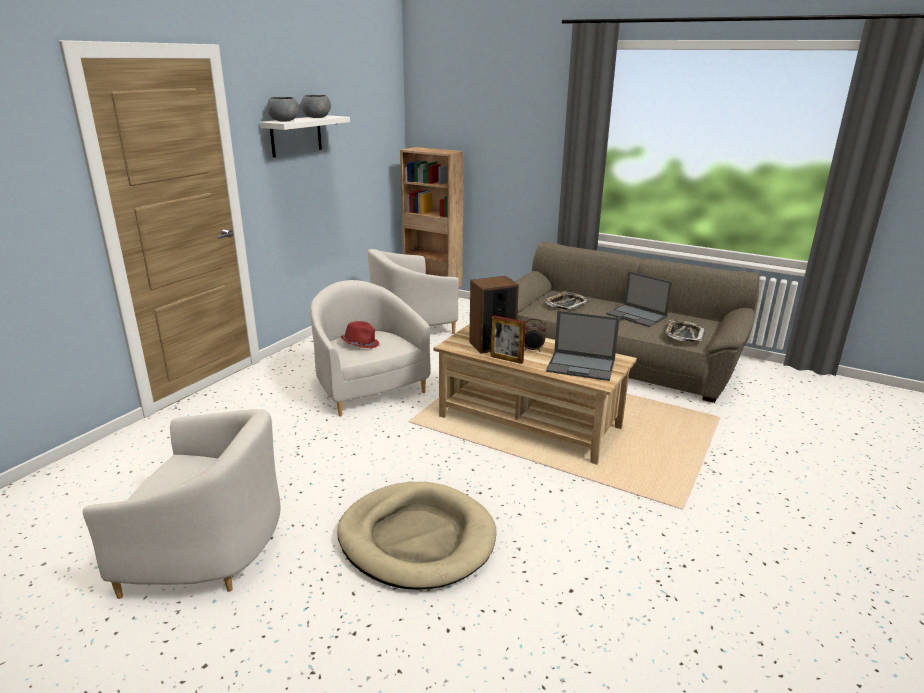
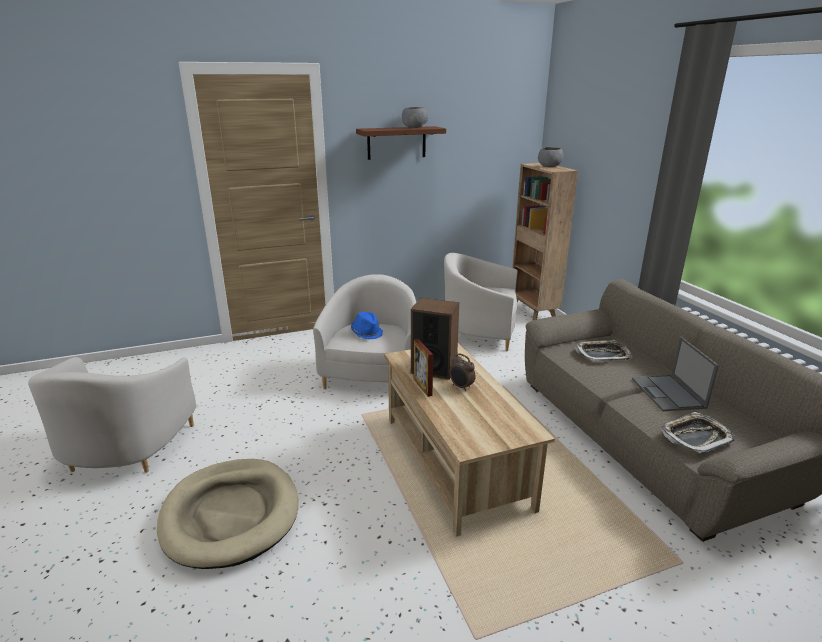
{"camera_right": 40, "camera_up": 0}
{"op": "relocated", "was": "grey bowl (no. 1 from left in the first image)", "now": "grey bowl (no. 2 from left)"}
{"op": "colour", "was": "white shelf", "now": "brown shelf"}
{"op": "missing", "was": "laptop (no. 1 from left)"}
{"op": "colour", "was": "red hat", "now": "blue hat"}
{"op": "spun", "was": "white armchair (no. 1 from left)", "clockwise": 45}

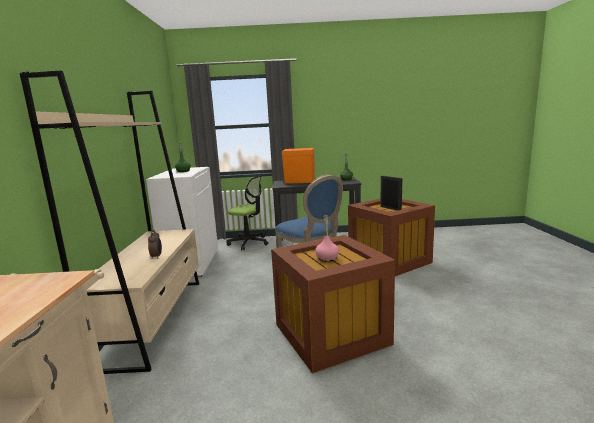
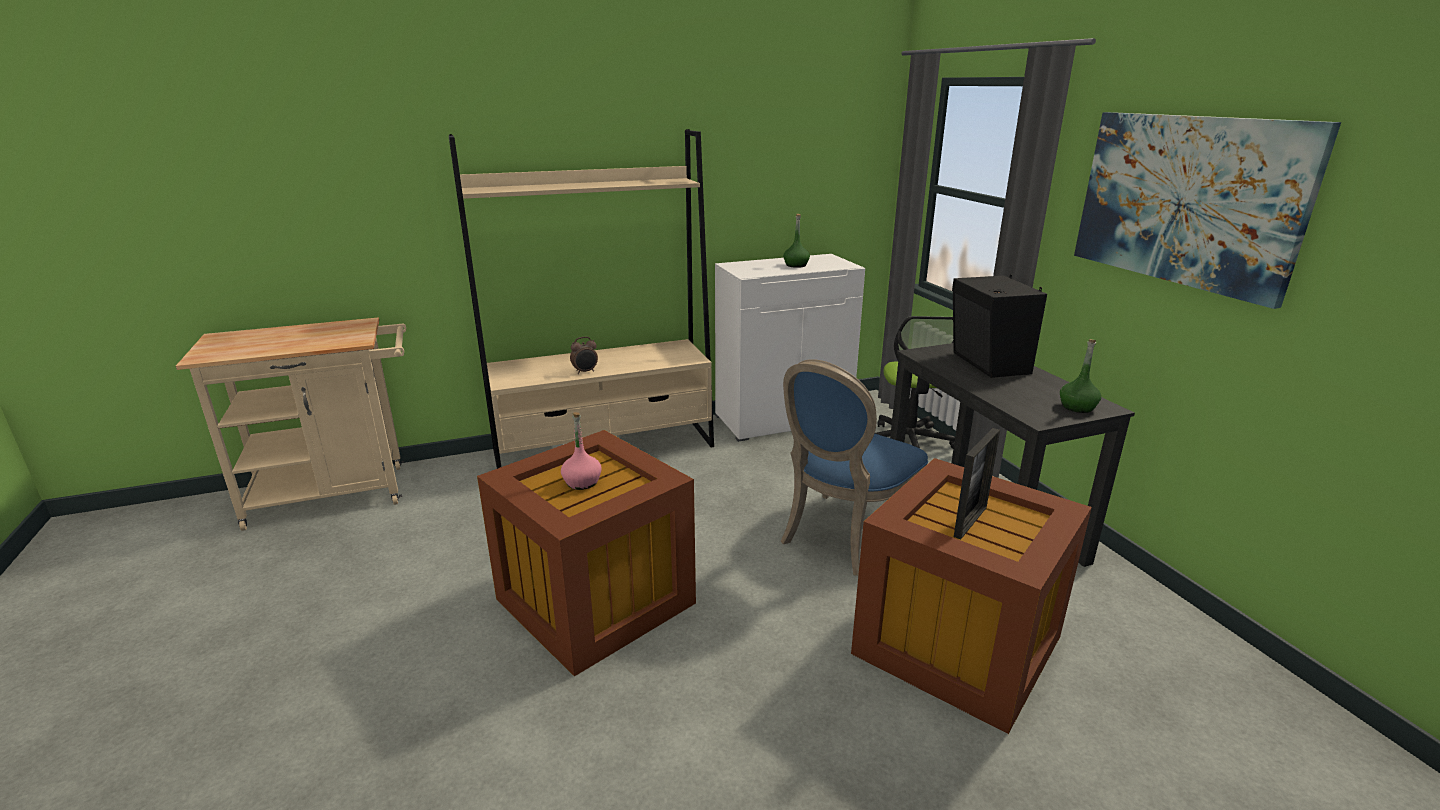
{"camera_right": 70, "camera_up": 10}
{"op": "colour", "was": "orange speaker", "now": "black speaker"}
{"op": "appeared", "now": "picture"}

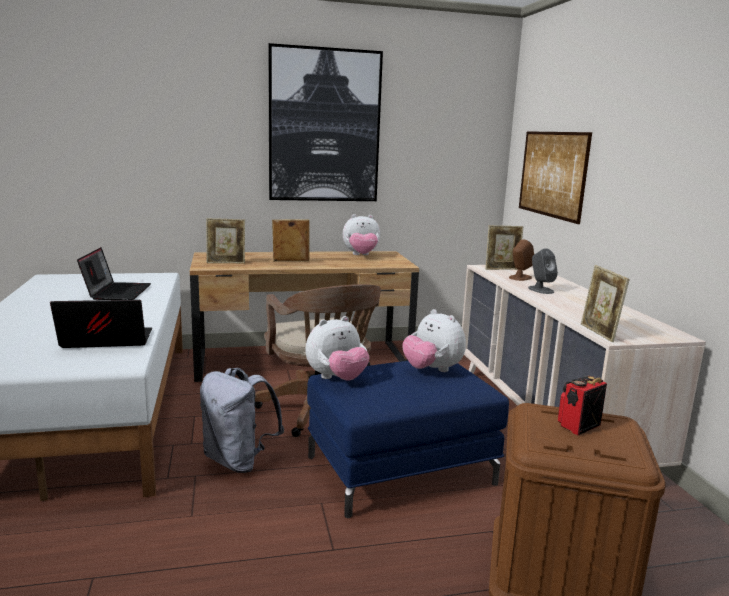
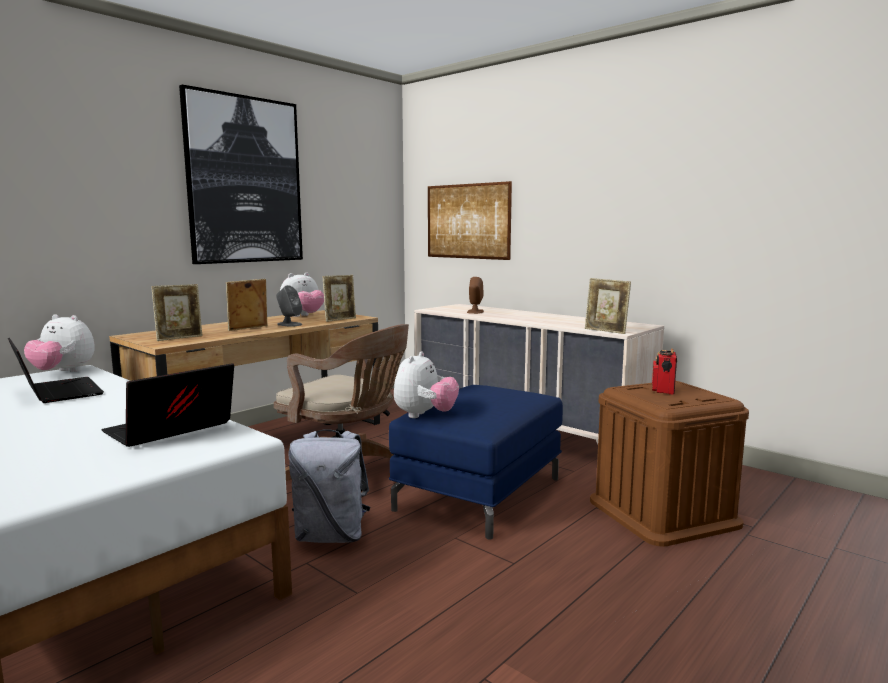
{"camera_right": -35, "camera_up": -5}
{"op": "relocated", "was": "picture frame (no. 3 from left)"}
{"op": "relocated", "was": "grey speaker"}
{"op": "relocated", "was": "plush toy (no. 3 from left in the first image)", "now": "plush toy (no. 1 from left)"}

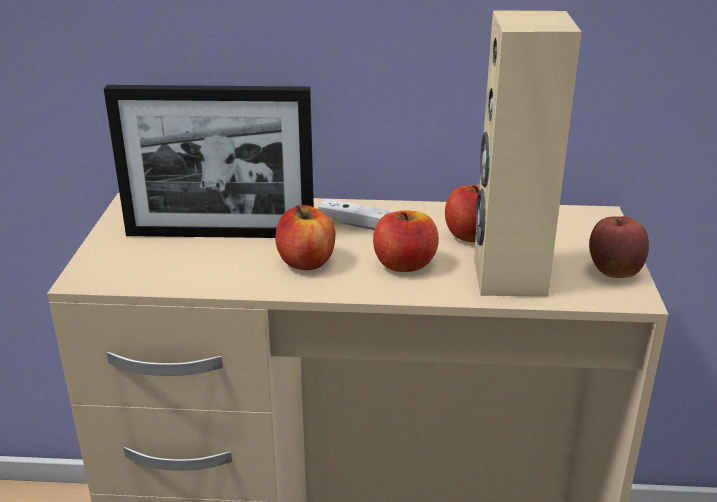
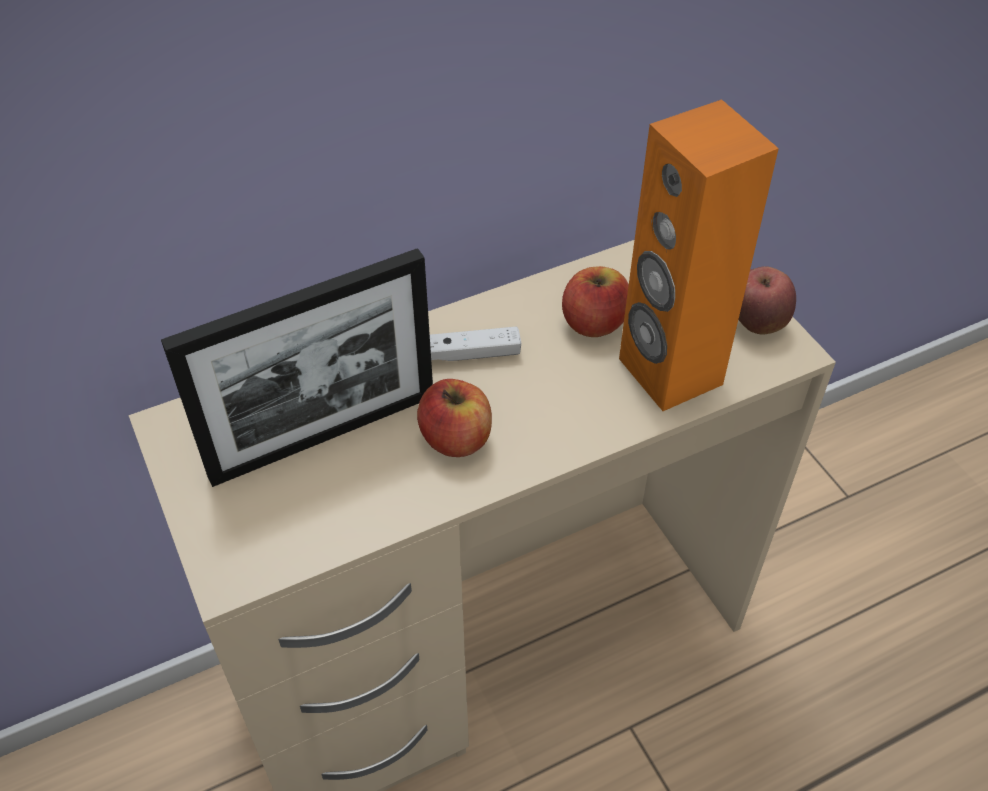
{"camera_right": -30, "camera_up": 20}
{"op": "colour", "was": "beige speaker", "now": "orange speaker"}
{"op": "missing", "was": "apple (no. 2 from left)"}

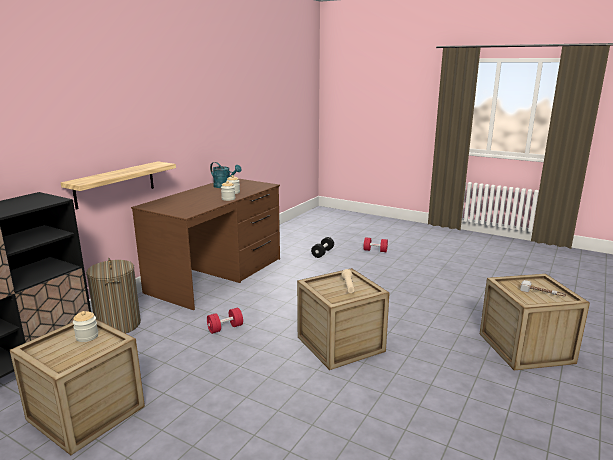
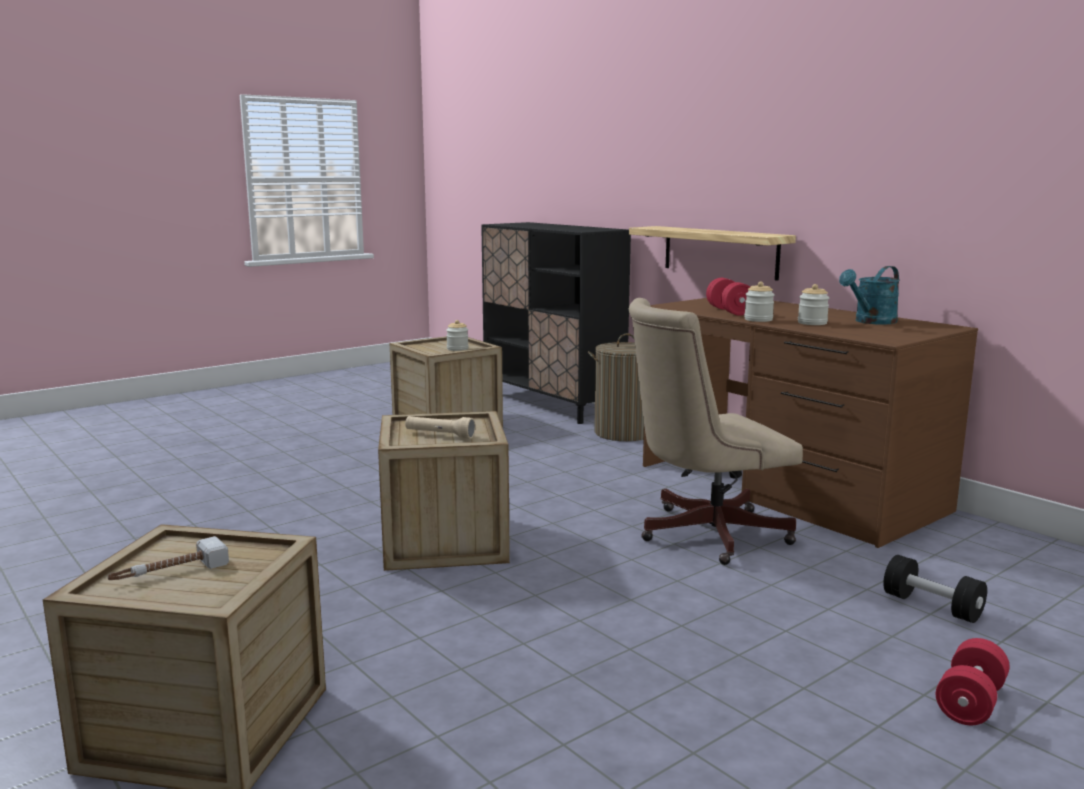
{"camera_right": 110, "camera_up": -5}
{"op": "relocated", "was": "red dumbbell (no. 1 from left)"}
{"op": "appeared", "now": "beige office chair"}

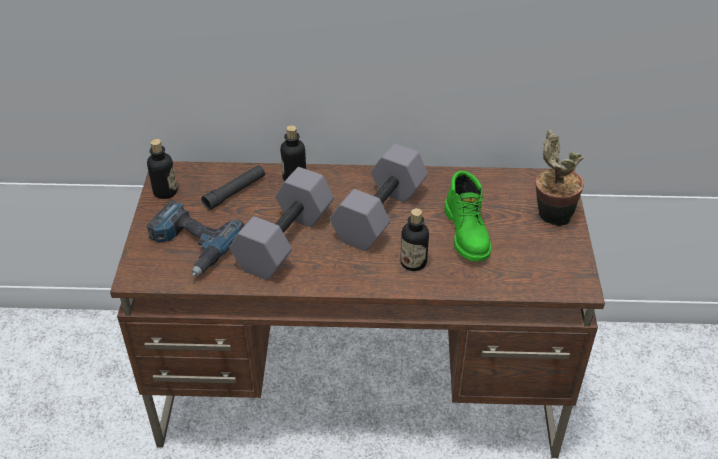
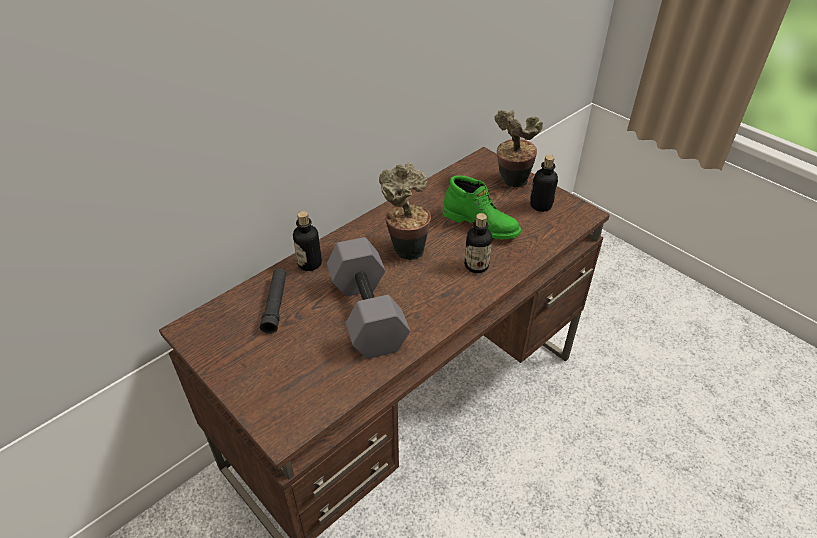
{"camera_right": -45, "camera_up": 0}
{"op": "relocated", "was": "bottle (no. 1 from left in the first image)", "now": "bottle (no. 3 from left)"}
{"op": "exchanged", "was": "grey dumbbell (no. 2 from left)", "now": "potted plant (no. 1 from left)"}
{"op": "missing", "was": "power drill"}

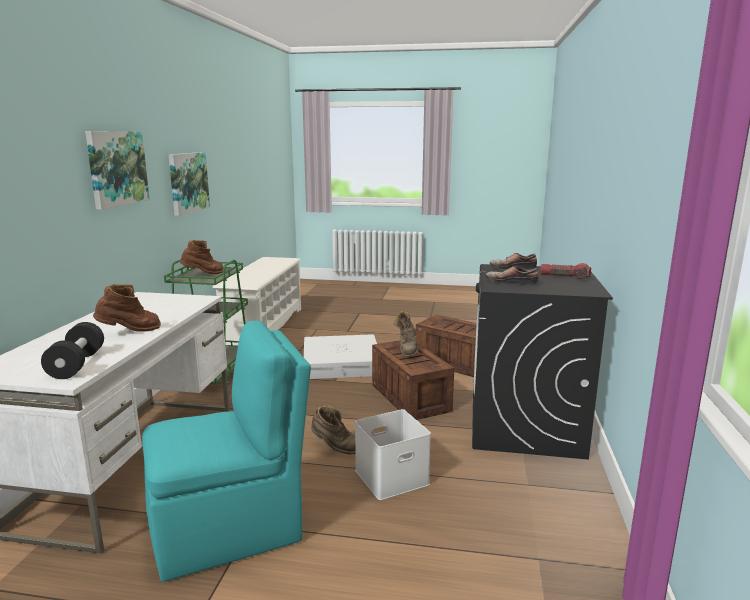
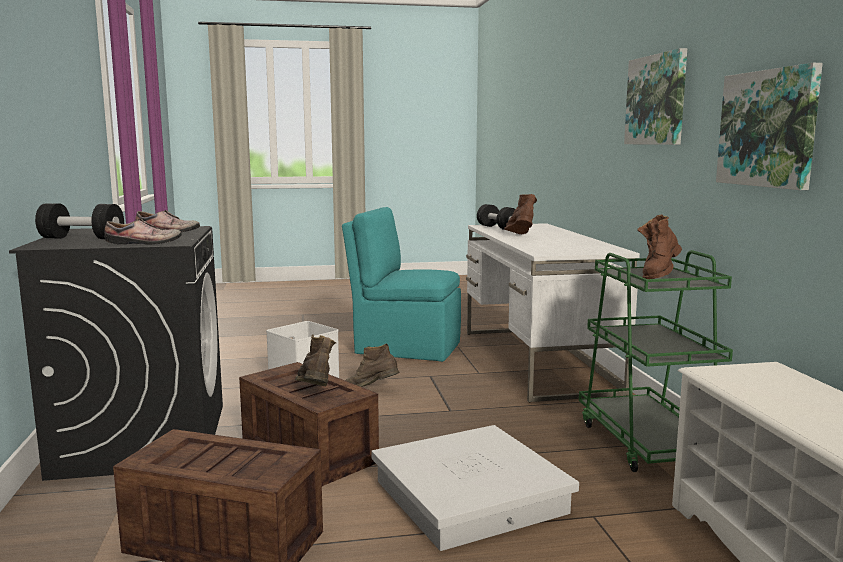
{"camera_right": 160, "camera_up": -5}
{"op": "exchanged", "was": "flashlight", "now": "black dumbbell (no. 1 from left)"}
{"op": "spun", "was": "brown boot (no. 1 from left in the first image)", "clockwise": 135}
{"op": "spun", "was": "turquoise chair", "clockwise": 60}

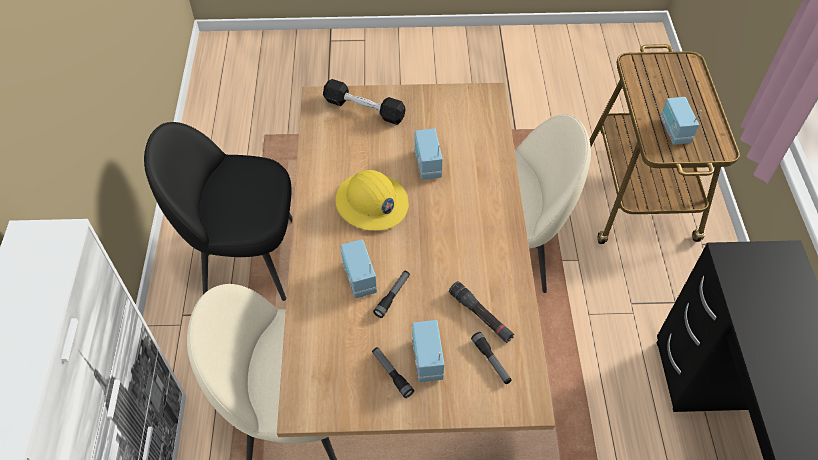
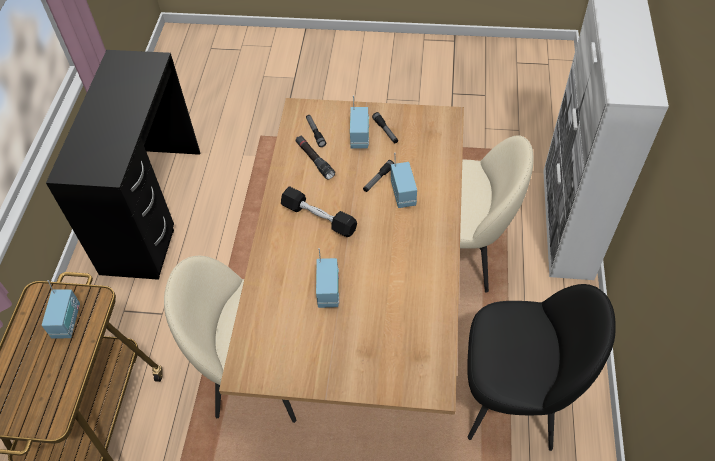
{"camera_right": -170, "camera_up": 0}
{"op": "relocated", "was": "black dumbbell"}
{"op": "missing", "was": "yellow hard hat"}

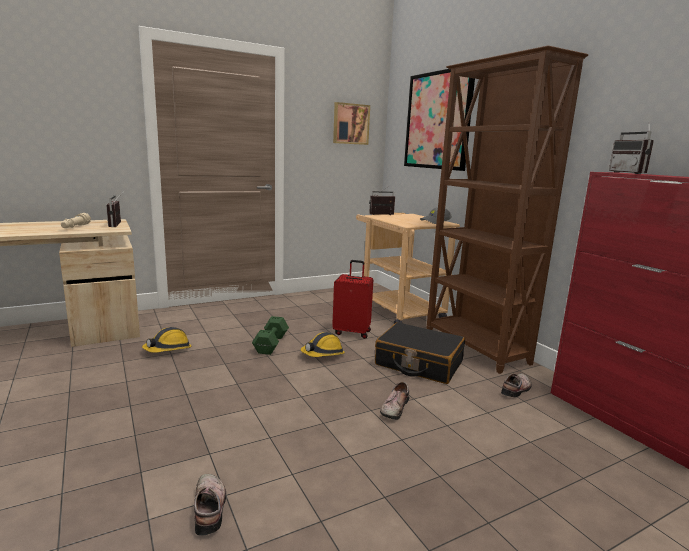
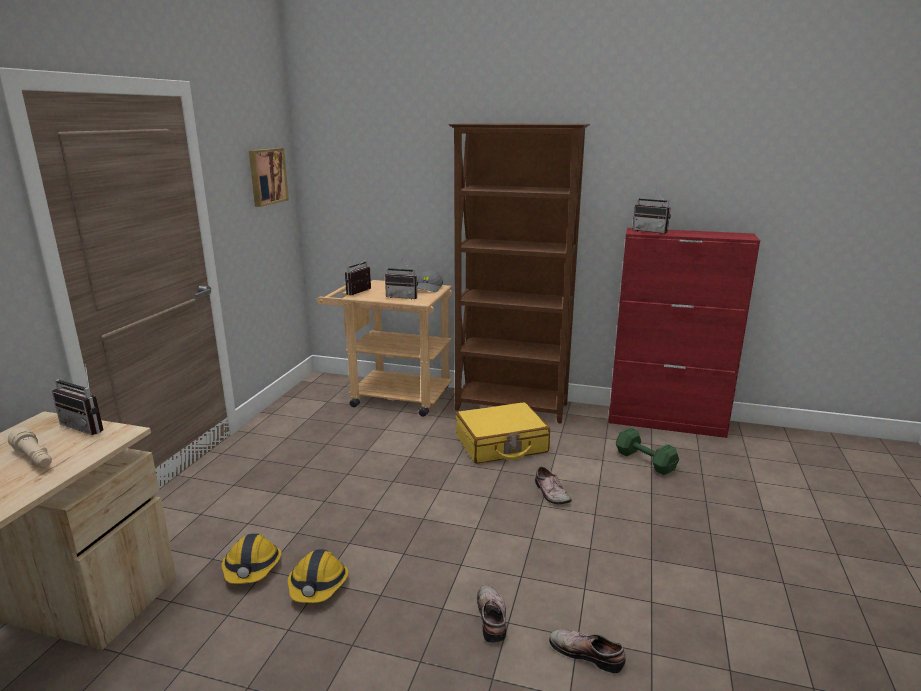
{"camera_right": -45, "camera_up": 5}
{"op": "missing", "was": "picture (no. 2 from left)"}
{"op": "missing", "was": "red suitcase"}
{"op": "relocated", "was": "green dumbbell"}
{"op": "colour", "was": "black suitcase", "now": "yellow suitcase"}
{"op": "relocated", "was": "hard hat (no. 2 from left)"}
{"op": "relocated", "was": "shoe (no. 3 from left in the first image)", "now": "shoe (no. 1 from left)"}
{"op": "appeared", "now": "radio (no. 3 from left)"}

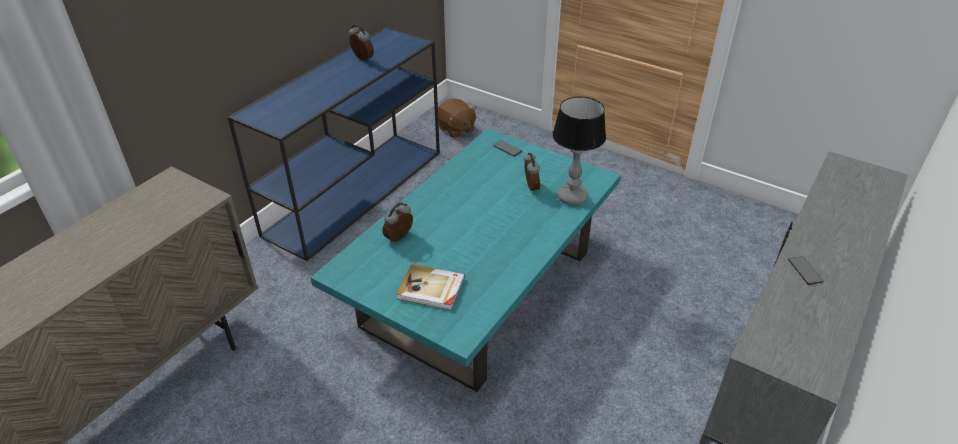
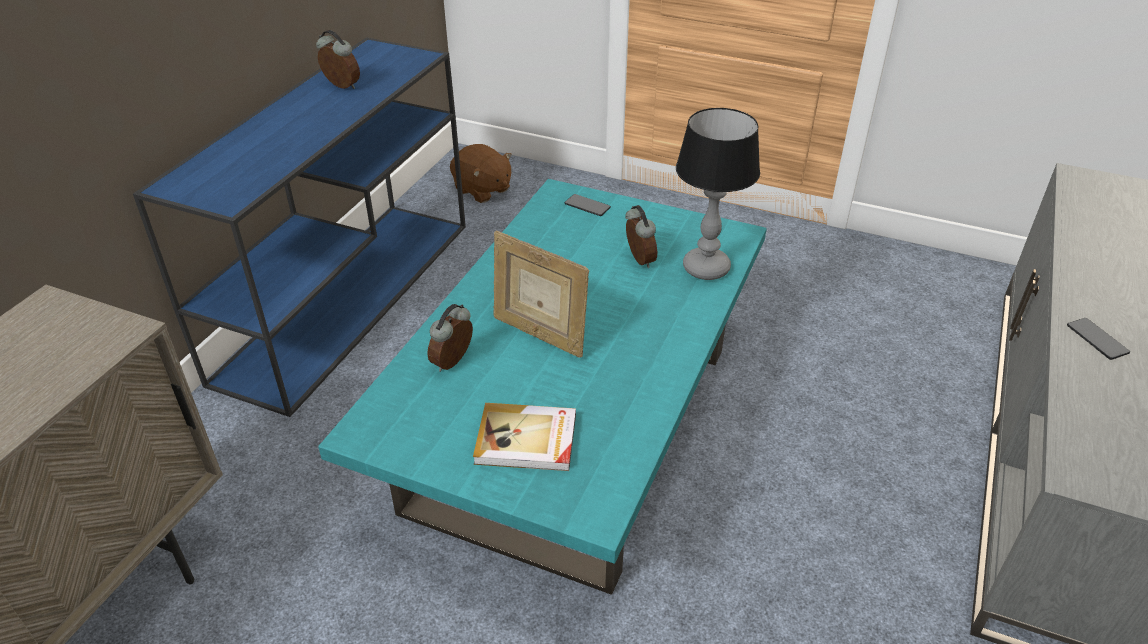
{"camera_right": -10, "camera_up": 0}
{"op": "appeared", "now": "picture frame"}

